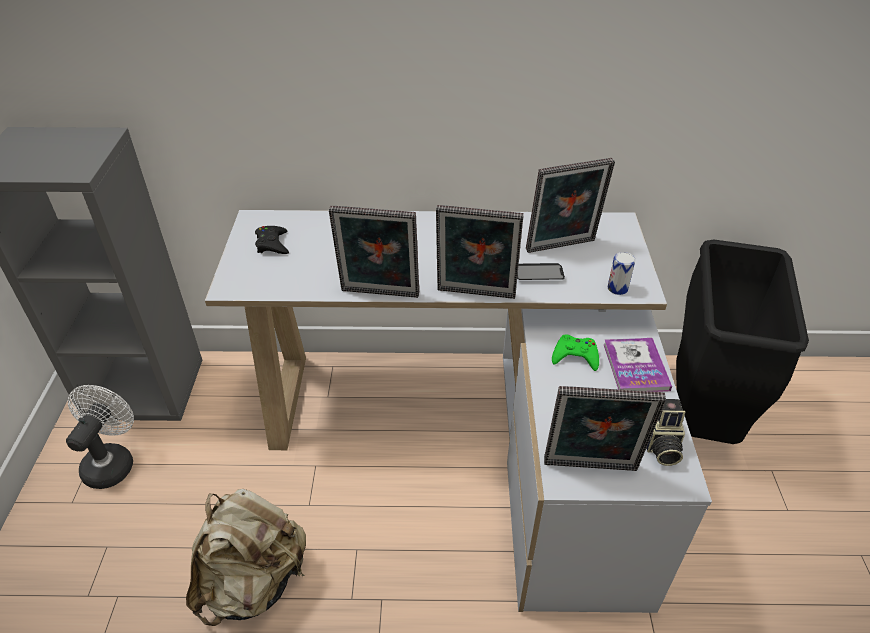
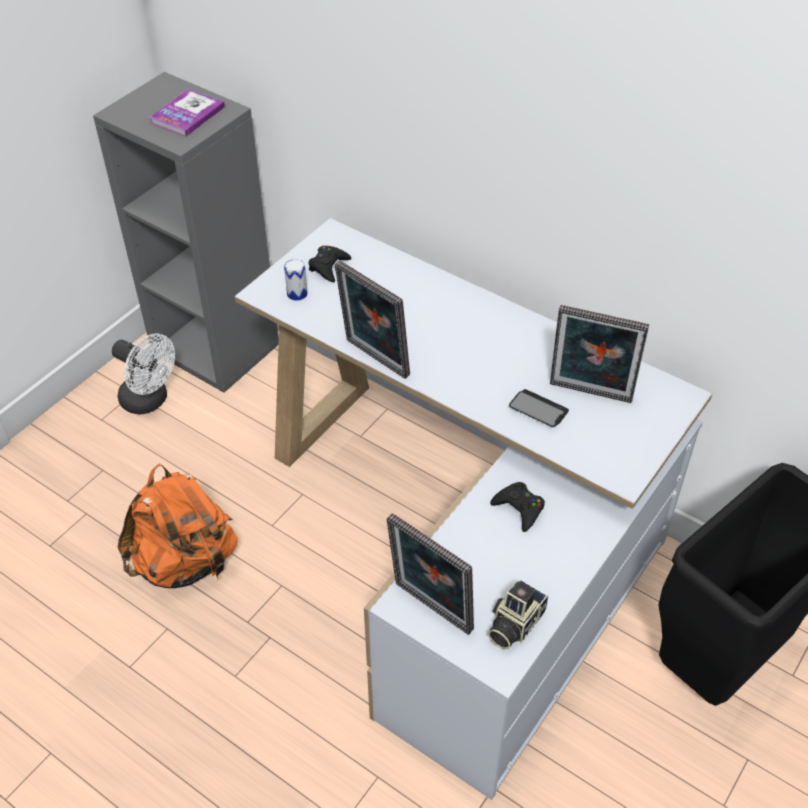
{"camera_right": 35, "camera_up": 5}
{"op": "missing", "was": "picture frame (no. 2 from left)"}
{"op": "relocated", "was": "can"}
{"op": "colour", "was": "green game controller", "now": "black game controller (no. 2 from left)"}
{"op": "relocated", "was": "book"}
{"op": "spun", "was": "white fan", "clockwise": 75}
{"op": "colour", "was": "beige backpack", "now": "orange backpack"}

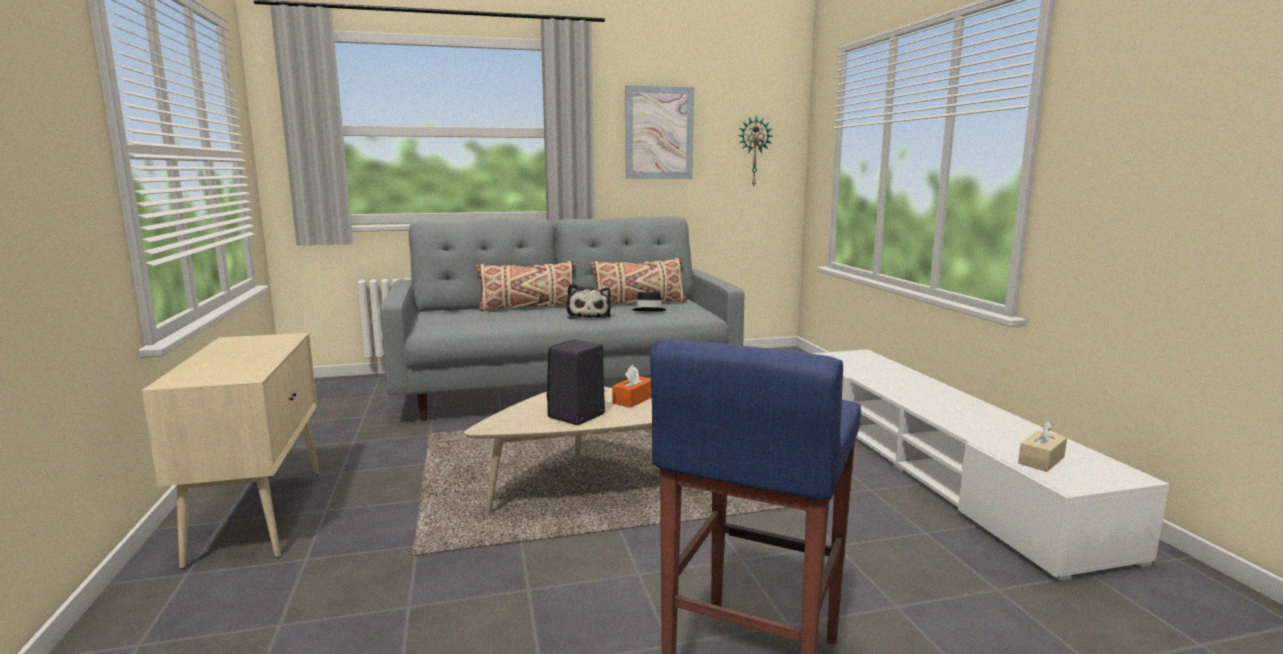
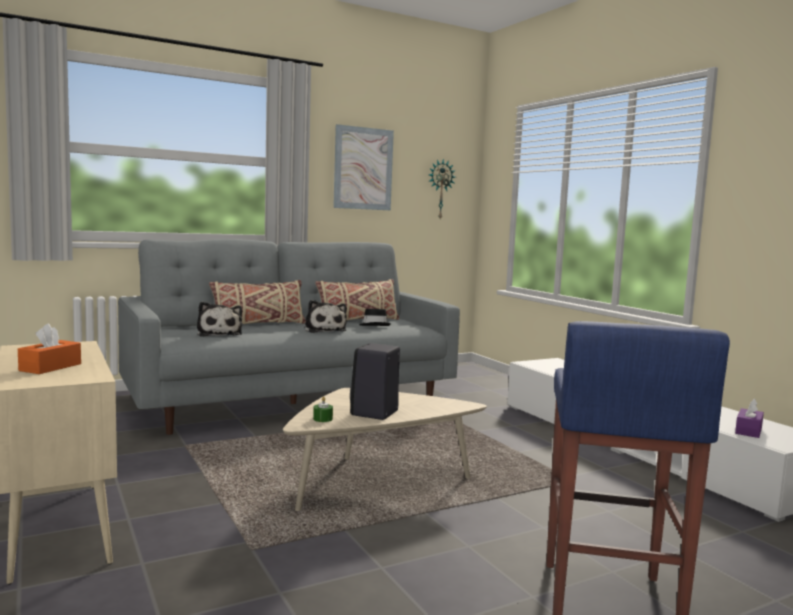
{"camera_right": -15, "camera_up": -5}
{"op": "relocated", "was": "orange tissue box"}
{"op": "colour", "was": "beige tissue box", "now": "purple tissue box"}
{"op": "appeared", "now": "plush toy (no. 1 from left)"}
{"op": "appeared", "now": "green candle"}

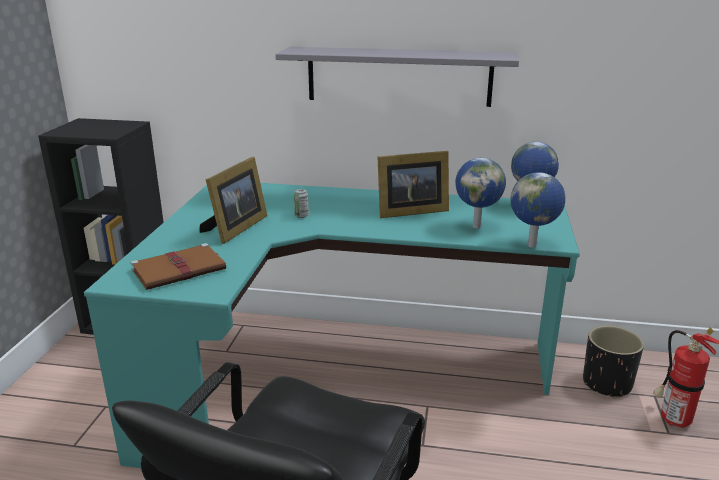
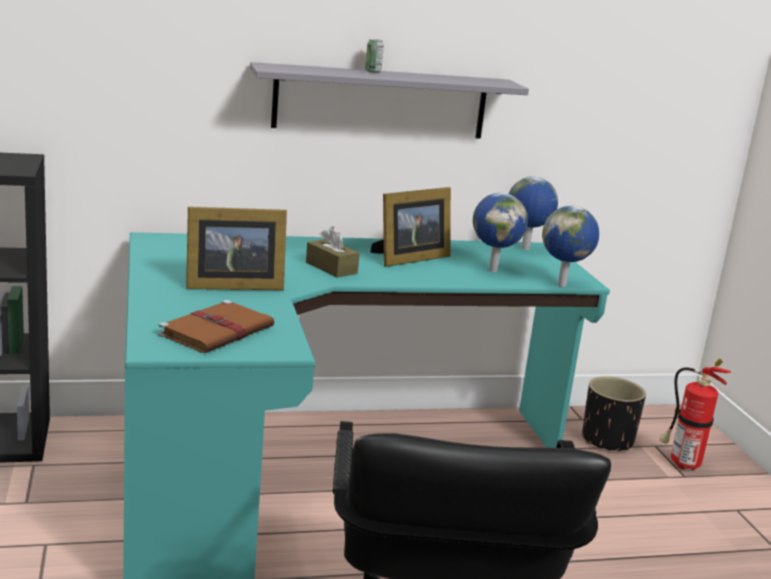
{"camera_right": -25, "camera_up": -5}
{"op": "spun", "was": "picture frame (no. 1 from left)", "clockwise": 75}
{"op": "relocated", "was": "can"}
{"op": "appeared", "now": "brown tissue box"}

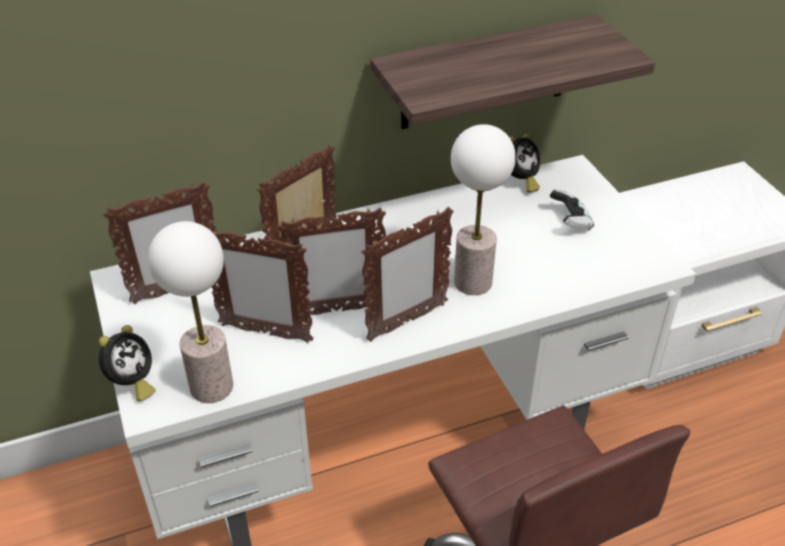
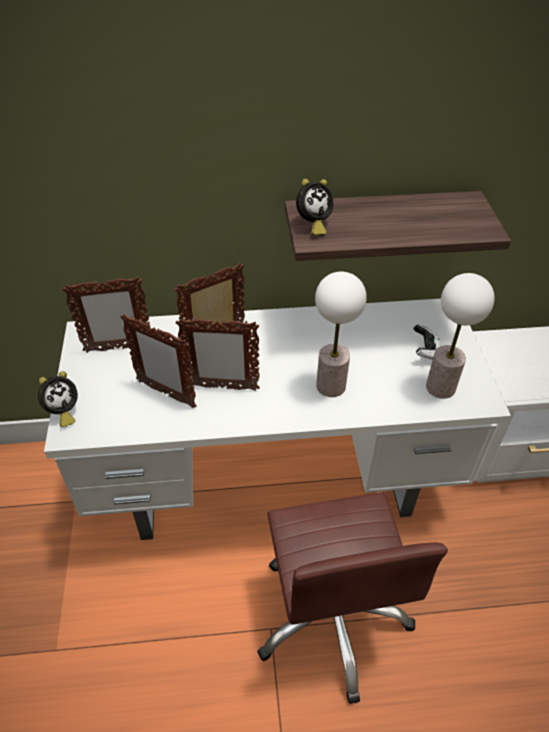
{"camera_right": 15, "camera_up": 5}
{"op": "relocated", "was": "alarm clock (no. 2 from left)"}
{"op": "missing", "was": "picture frame (no. 5 from left)"}
{"op": "relocated", "was": "table lamp (no. 1 from left in the first image)", "now": "table lamp (no. 2 from left)"}

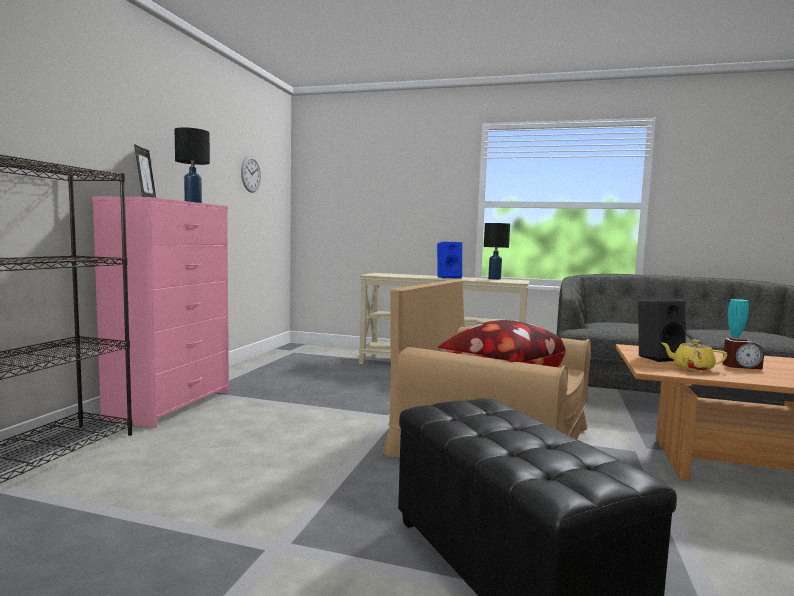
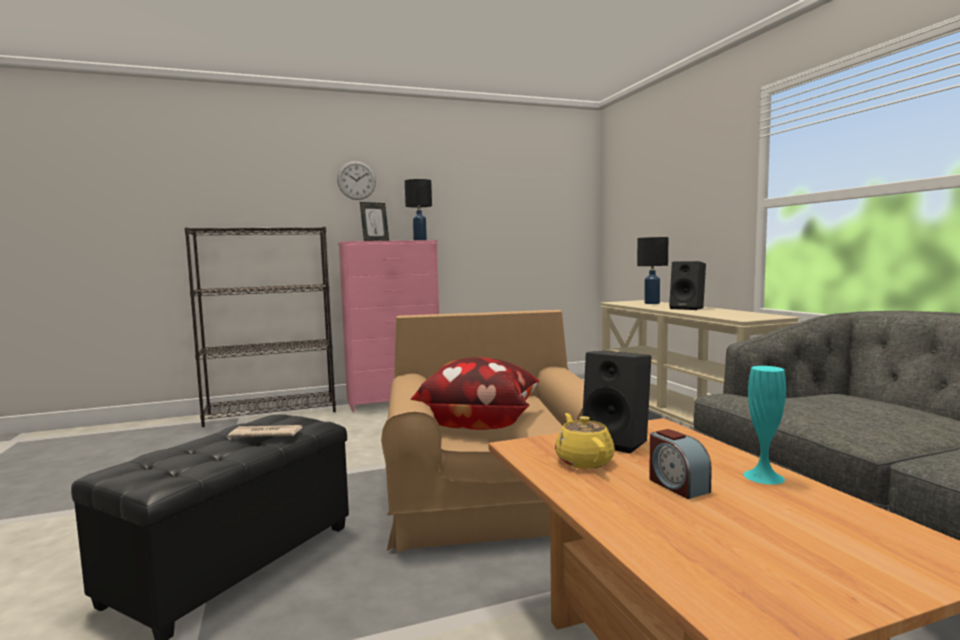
{"camera_right": 55, "camera_up": 0}
{"op": "relocated", "was": "wall clock"}
{"op": "relocated", "was": "black table lamp (no. 2 from left)"}
{"op": "colour", "was": "blue speaker", "now": "black speaker (no. 2 from left)"}
{"op": "appeared", "now": "newspaper"}

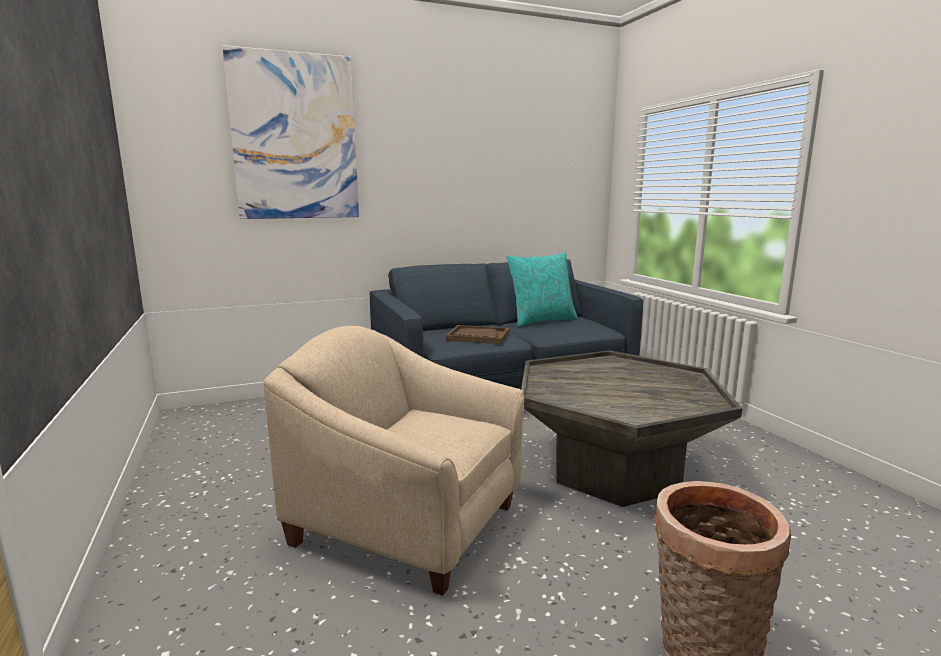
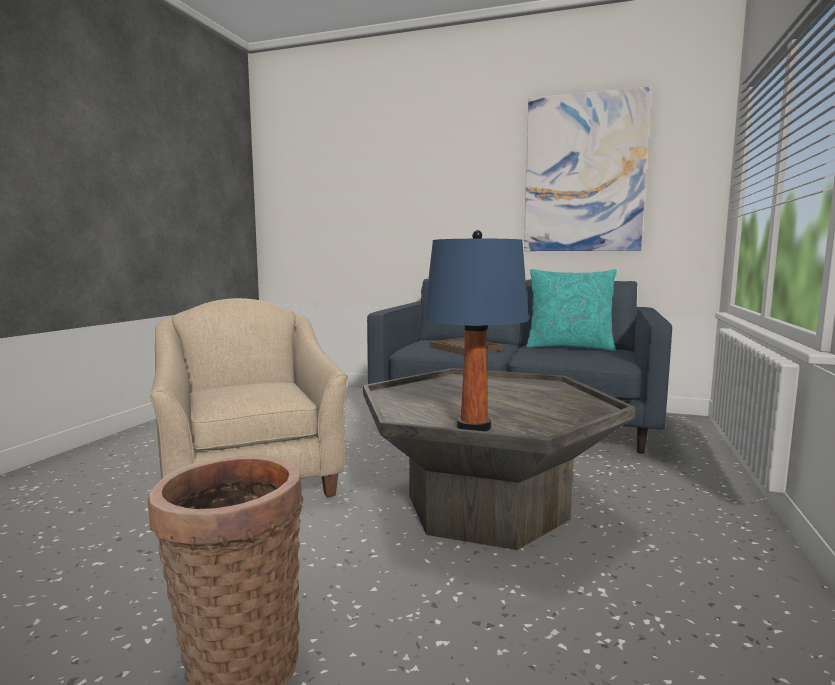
{"camera_right": 40, "camera_up": -5}
{"op": "relocated", "was": "picture"}
{"op": "appeared", "now": "blue table lamp"}

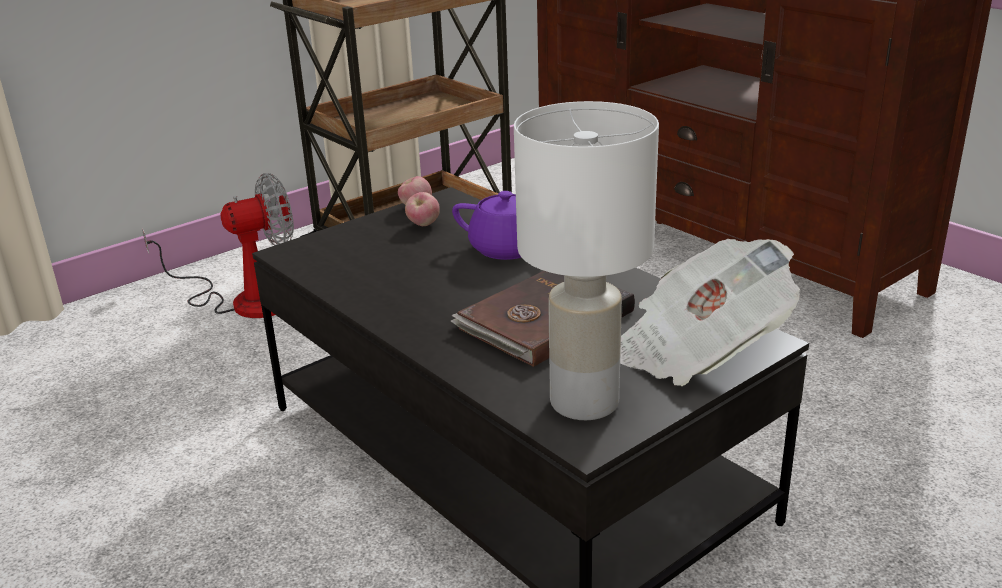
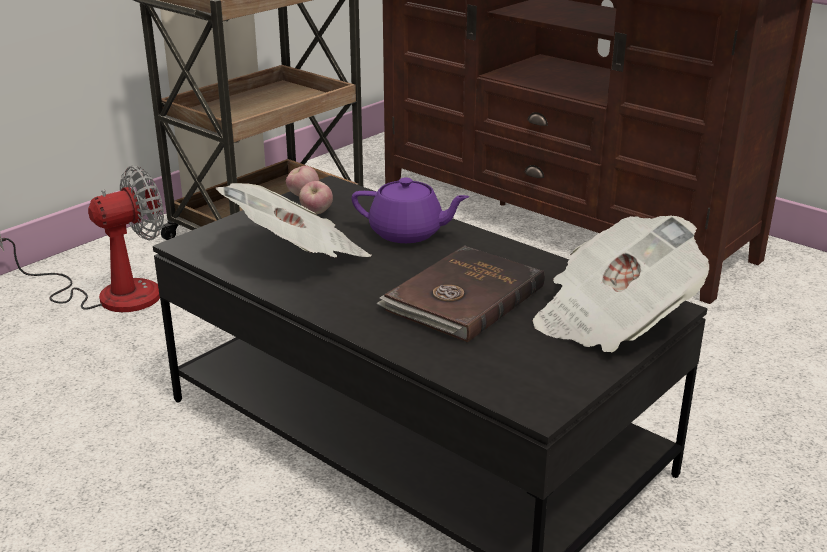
{"camera_right": -10, "camera_up": 0}
{"op": "missing", "was": "white table lamp"}
{"op": "appeared", "now": "newspaper (no. 1 from left)"}

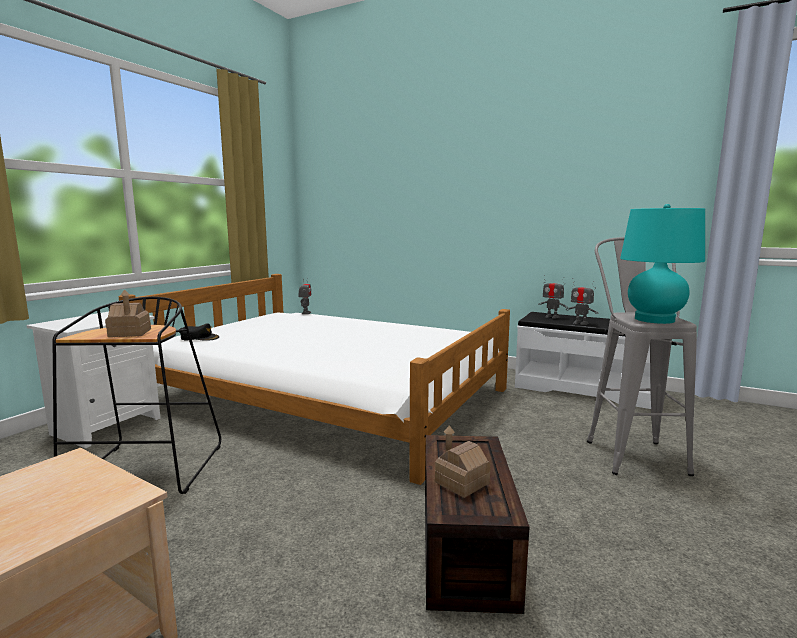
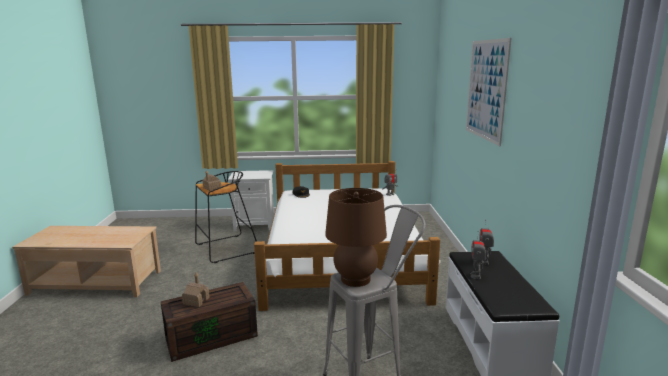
{"camera_right": 60, "camera_up": 5}
{"op": "colour", "was": "turquoise table lamp", "now": "brown table lamp"}
{"op": "appeared", "now": "picture"}

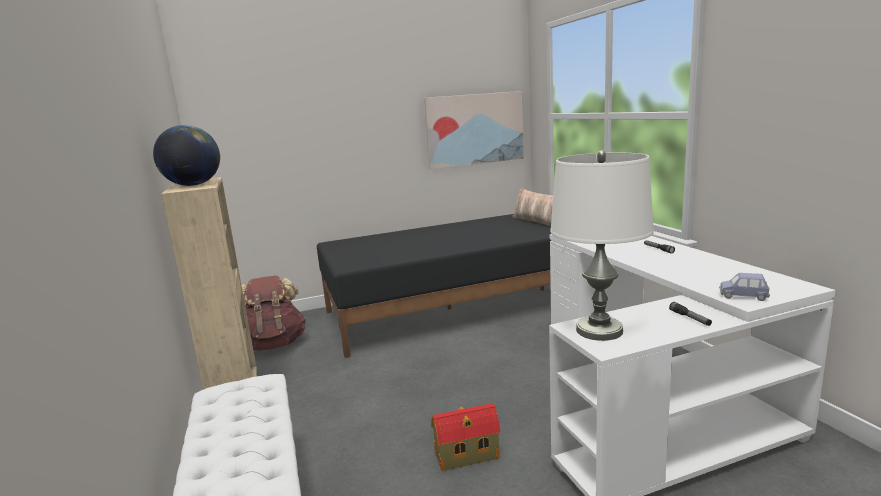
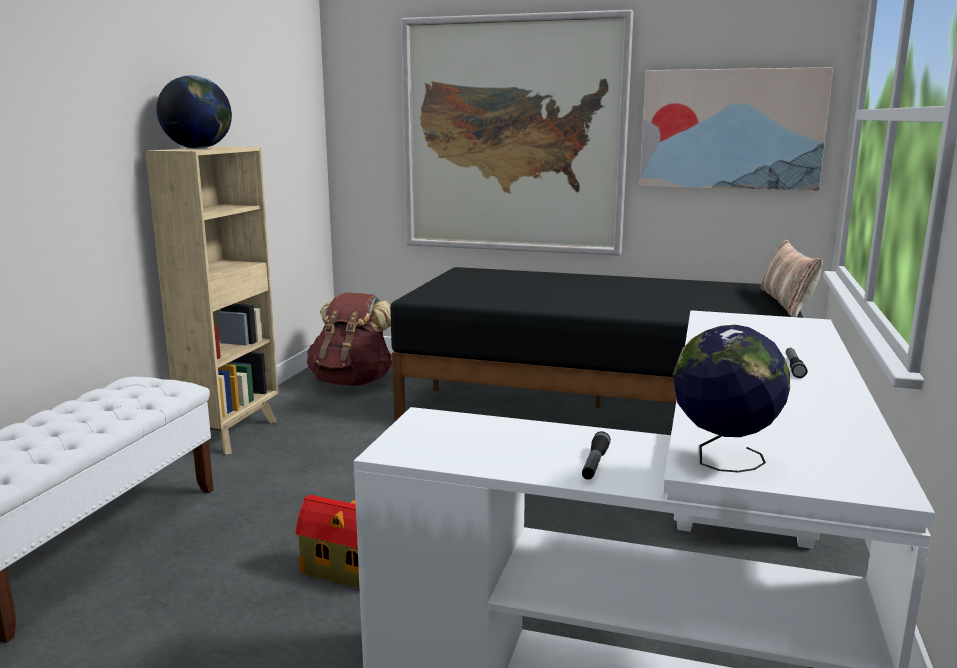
{"camera_right": 35, "camera_up": 0}
{"op": "missing", "was": "white table lamp"}
{"op": "exchanged", "was": "blue toy car", "now": "globe (no. 2 from left)"}
{"op": "appeared", "now": "picture (no. 1 from left)"}

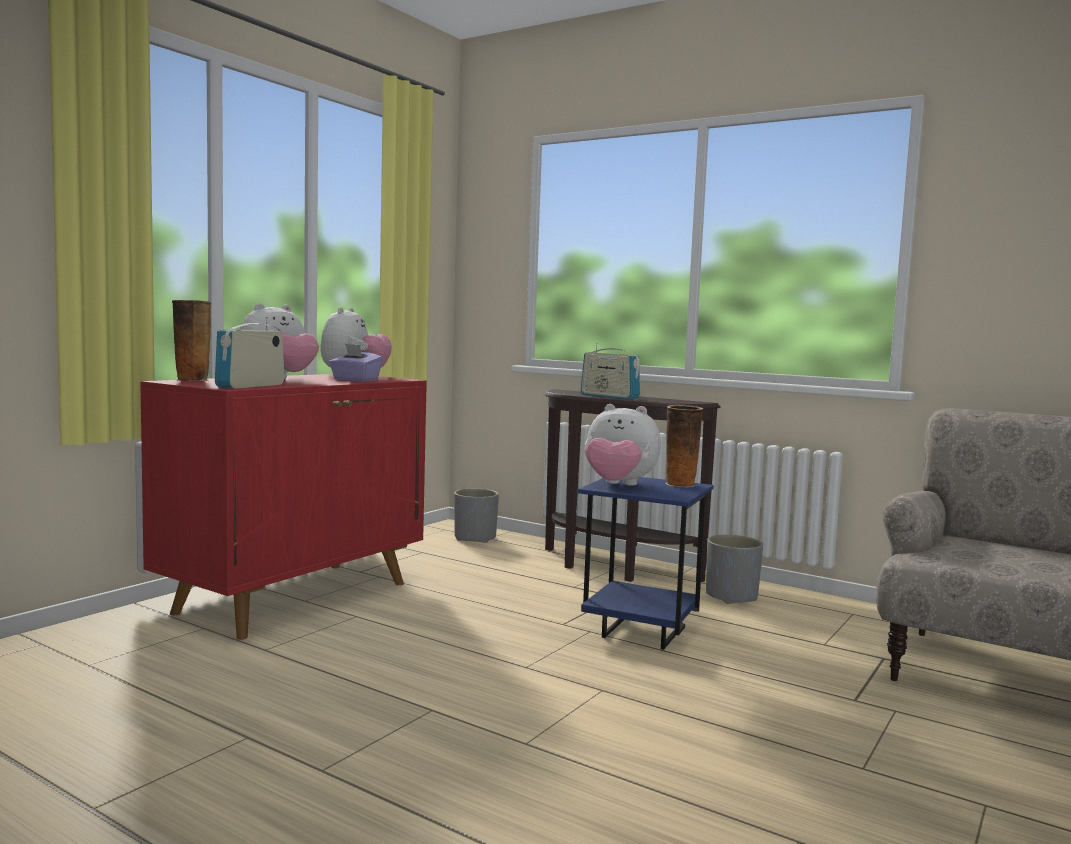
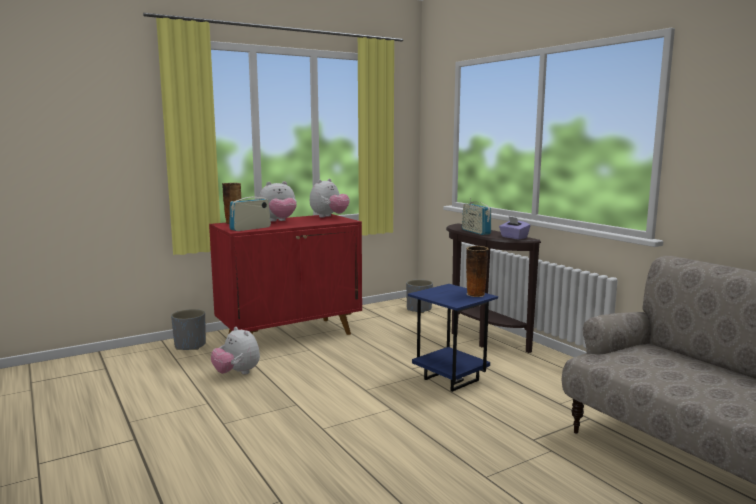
{"camera_right": 25, "camera_up": 5}
{"op": "relocated", "was": "purple tissue box"}
{"op": "relocated", "was": "plush toy (no. 3 from left in the first image)", "now": "plush toy (no. 1 from left)"}
{"op": "relocated", "was": "grey planter (no. 2 from left in the first image)", "now": "grey planter (no. 1 from left)"}

